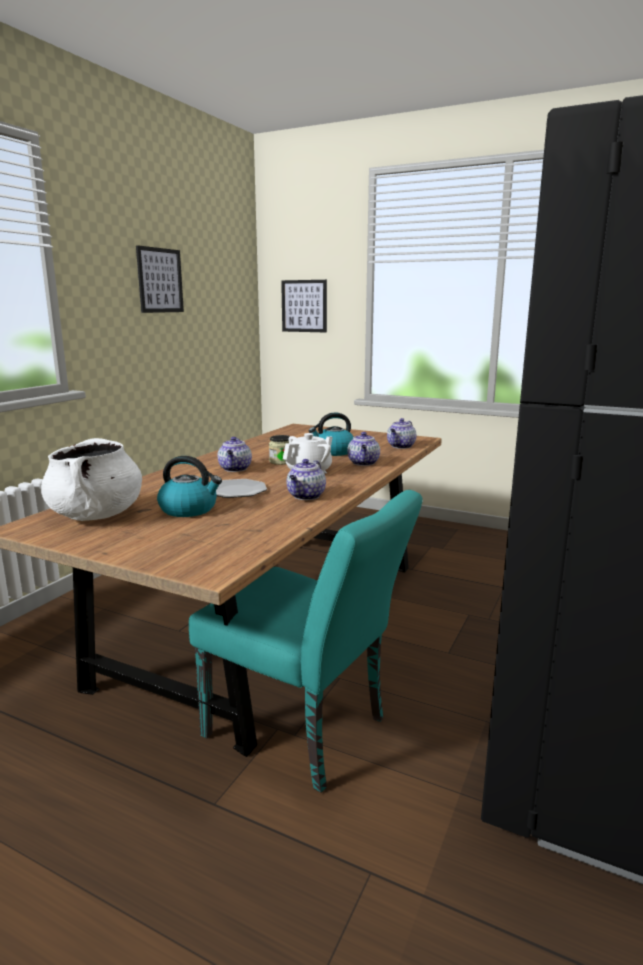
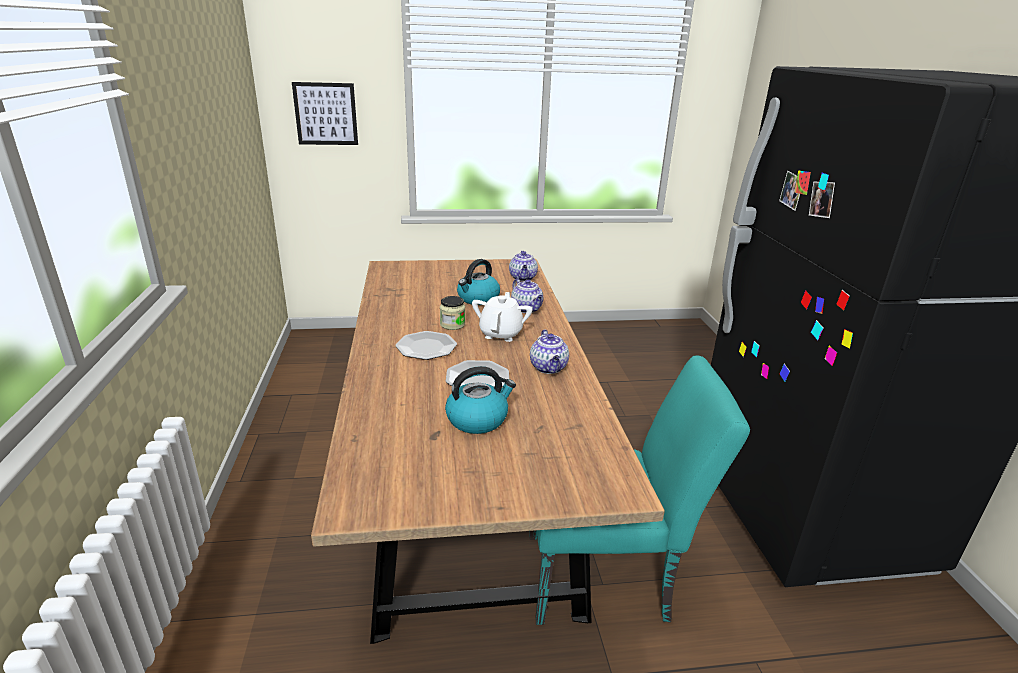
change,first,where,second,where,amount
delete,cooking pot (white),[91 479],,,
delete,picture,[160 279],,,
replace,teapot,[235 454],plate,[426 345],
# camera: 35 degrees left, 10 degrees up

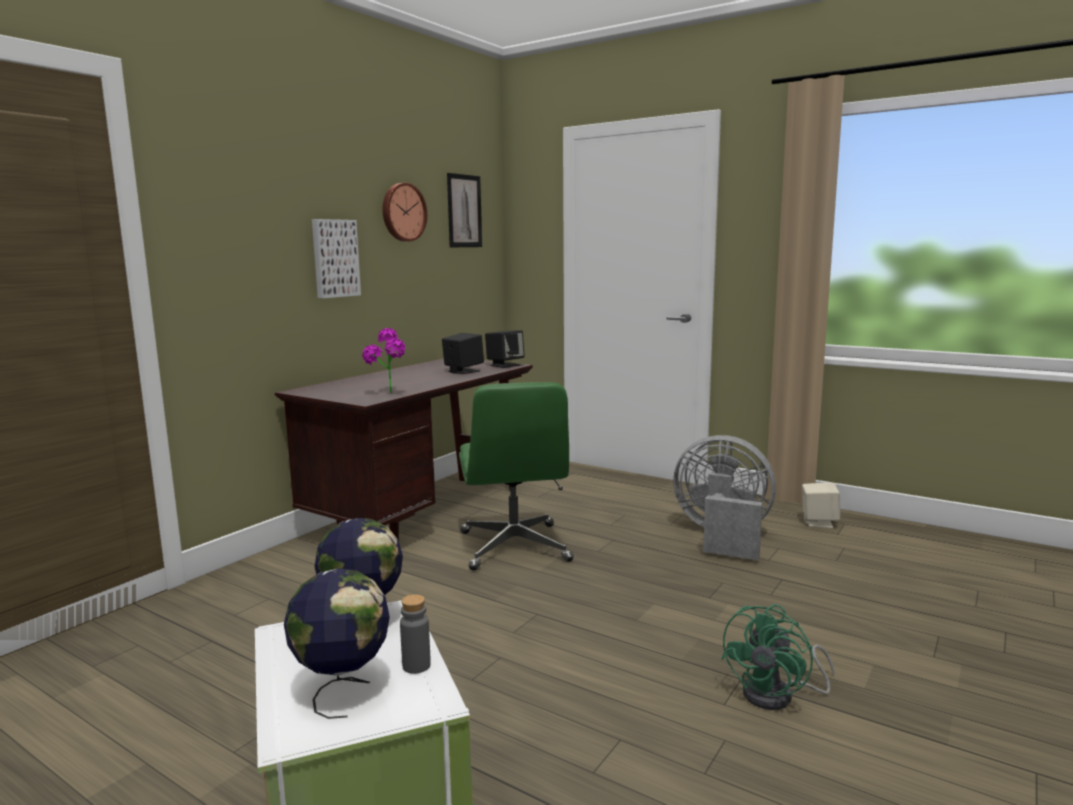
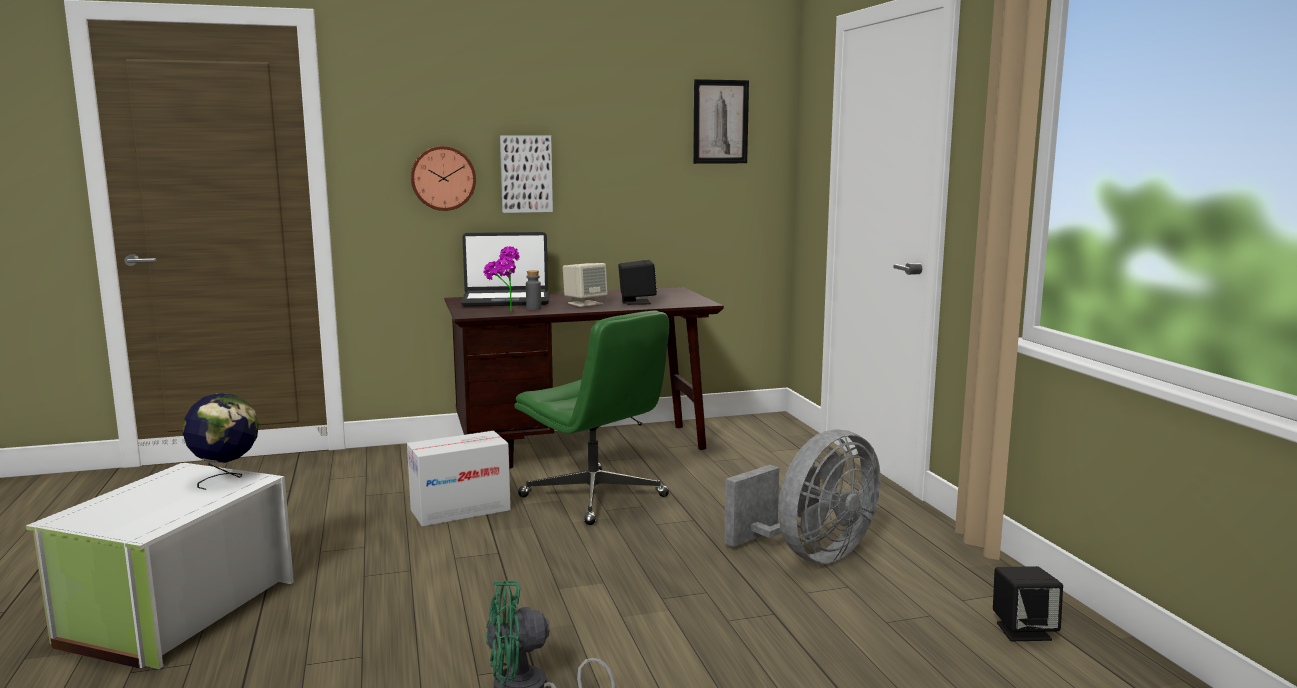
change,first,where,second,where,amount
delete,globe,[337 643],,,
insert,,,cardboard box,[459 479],
insert,,,laptop,[505 269],
move,wall clock,[405 212],,[443 178],
move,bottle (grey),[415 634],,[533 290],
move,speaker (black),[505 349],,[1028 603],
move,speaker (beige),[821 505],,[585 285],
rotate,office chair (green),[516 476],,[591 417],75 degrees counterclockwise
rotate,fan (grey),[724 497],,[802 496],75 degrees clockwise
# camera: 40 degrees right, 0 degrees up

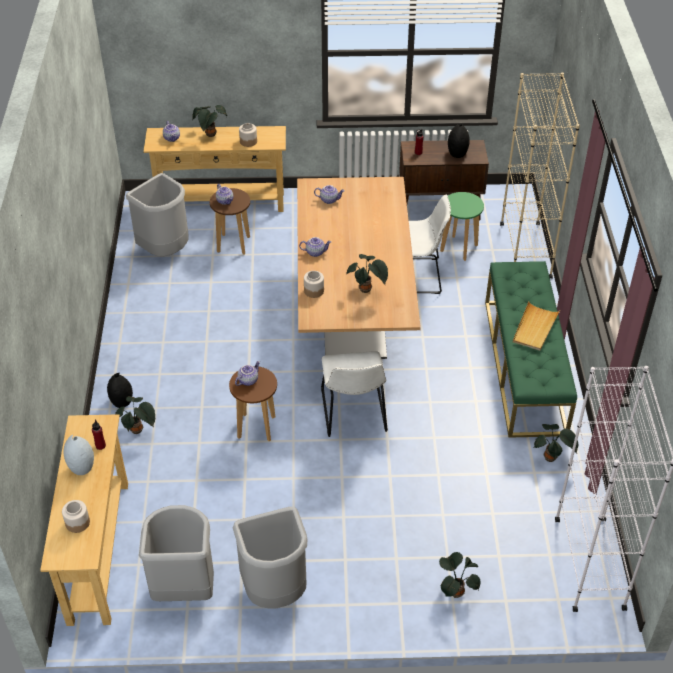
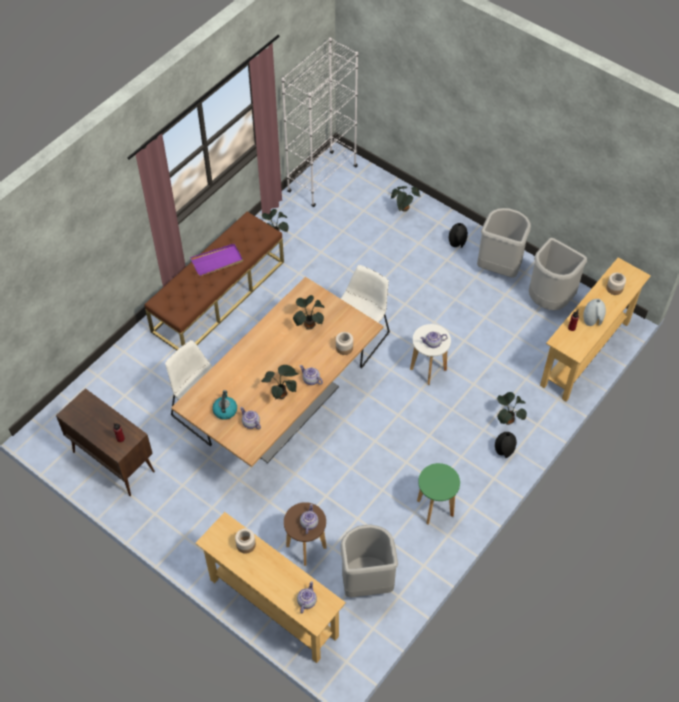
change,first,where,second,where,amount
delete,bookcase (beige),[540 175],,,
insert,,,kettle,[224 405],
move,potted plant,[209 121],,[280 382],
move,stool (green),[462 226],,[438 493],
move,vase (black),[459 141],,[458 235],
recolor,stool (brown),[253 403],stool (white),[430 354],
recolor,bench (green),[531 349],bench (brown),[214 280],
recolor,tray (beige),[536 326],tray (purple),[216 260],
# camera: 140 degrees left, 10 degrees up

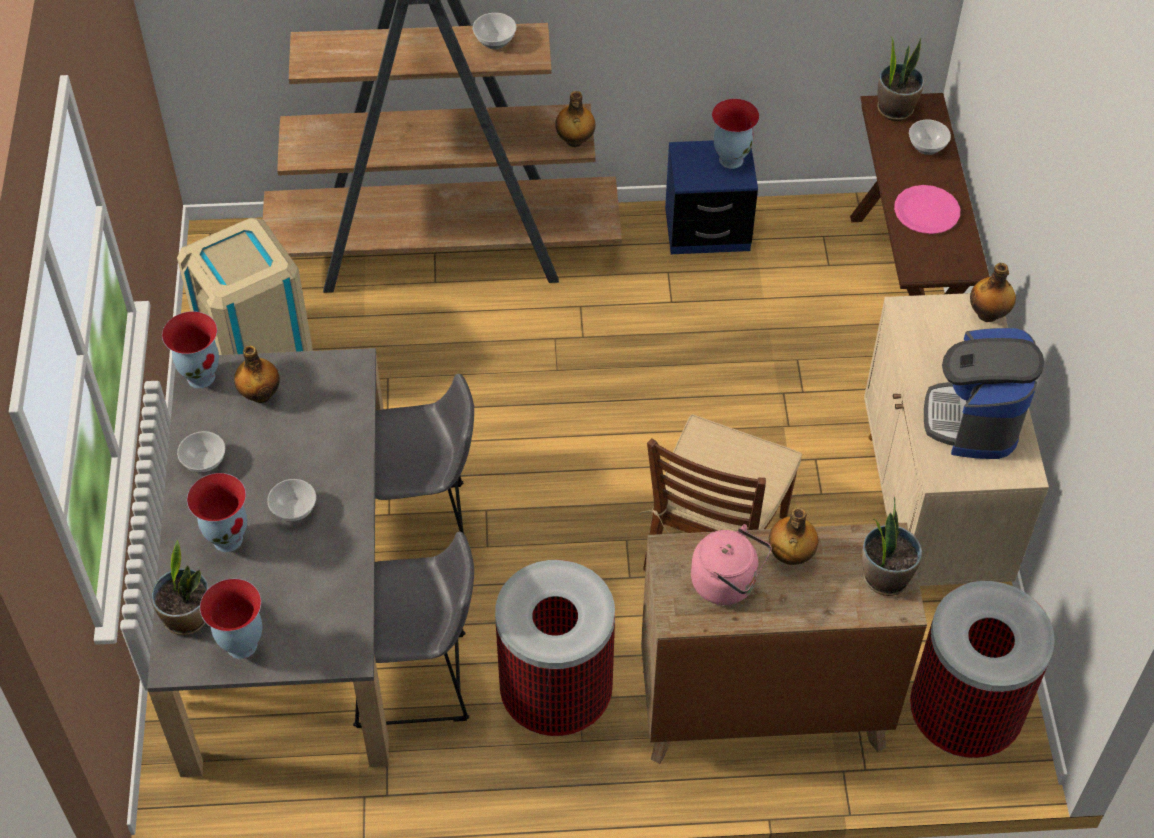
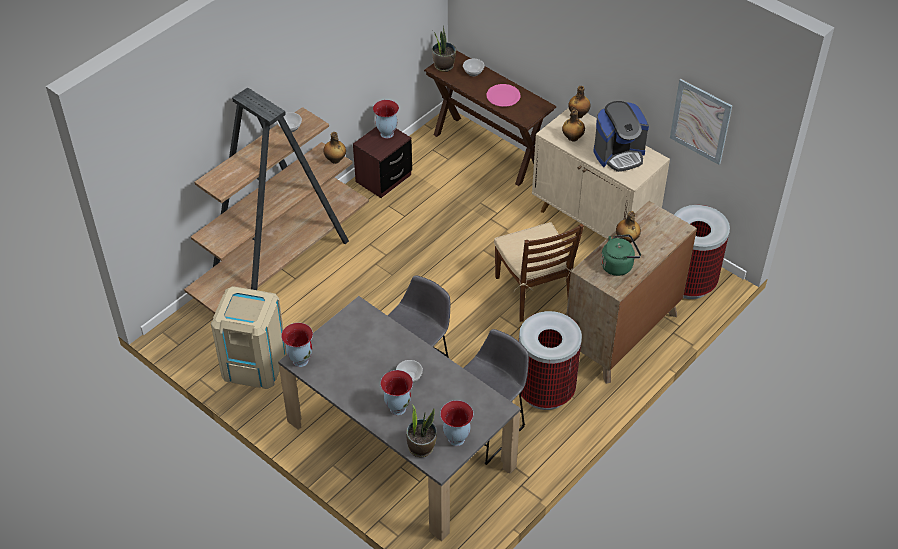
change,first,where,second,where,amount
delete,bowl,[201 452],,,
delete,potted plant,[892 546],,,
insert,,,picture,[701 122],
move,bottle,[257 374],,[573 126],
recolor,nightstand (blue),[711 197],nightstand (brown),[382 162],
recolor,kettle (pink),[731 564],kettle (green),[621 255],
rotate,coffee machine,[984 393],,[621 136],75 degrees counterclockwise
# camera: 45 degrees left, 5 degrees down

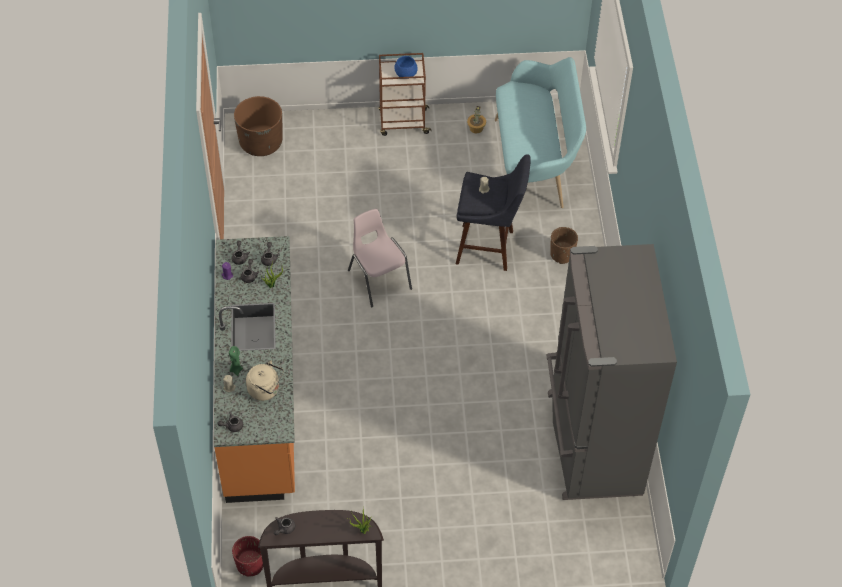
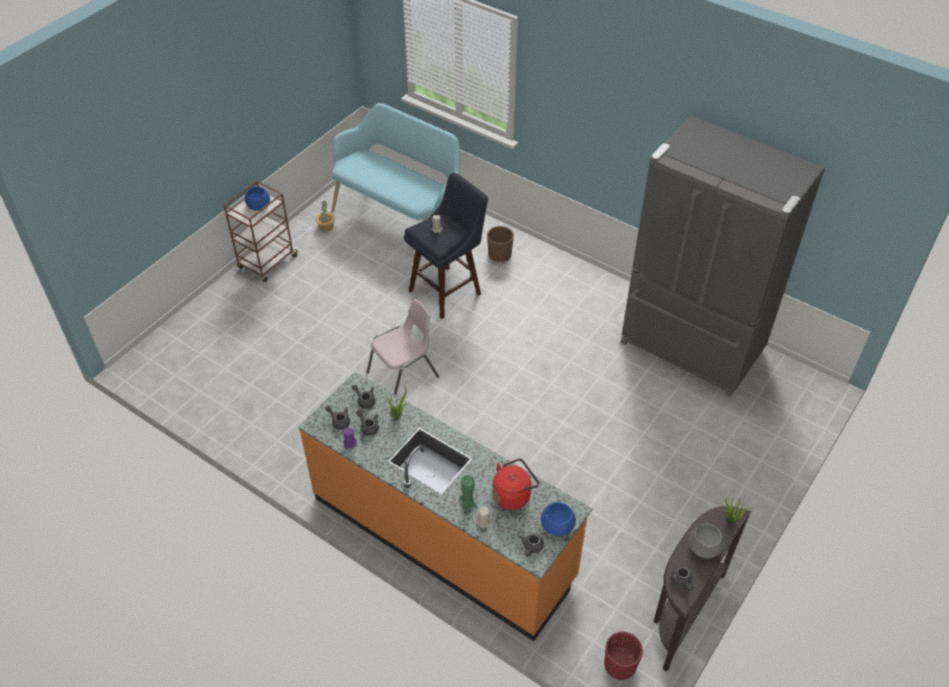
change,first,where,second,where,amount
delete,planter (brown),[258 126],,,
insert,,,bowl (blue),[558 519],
insert,,,bowl (grey),[706 540],
recolor,kettle (beige),[265 380],kettle (red),[515 484],
rotate,chair (pink),[380 258],,[403 347],135 degrees clockwise
# camera: 50 degrees left, 5 degrees down

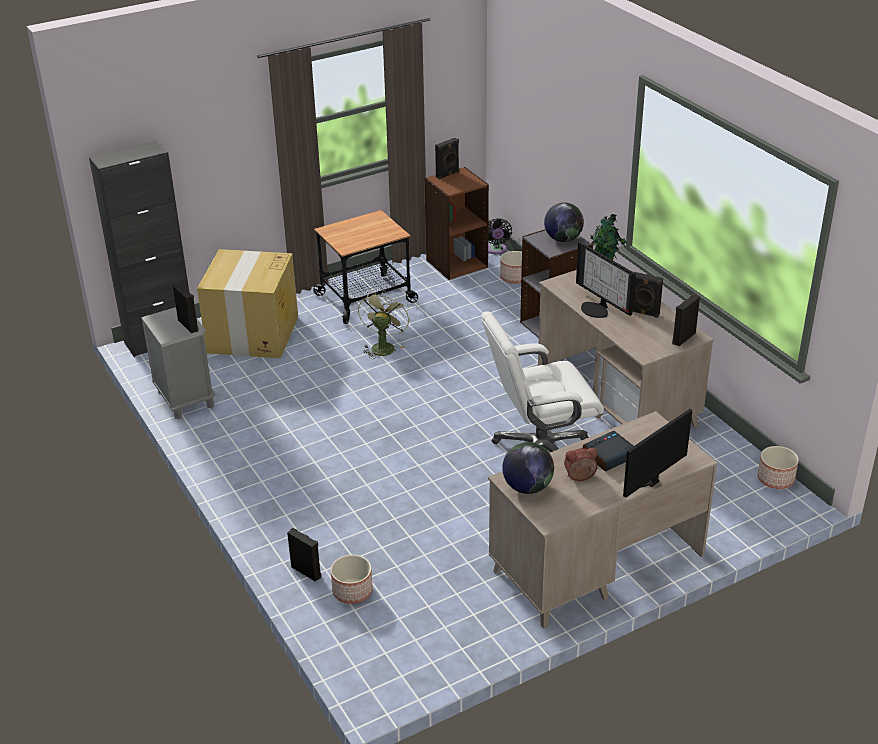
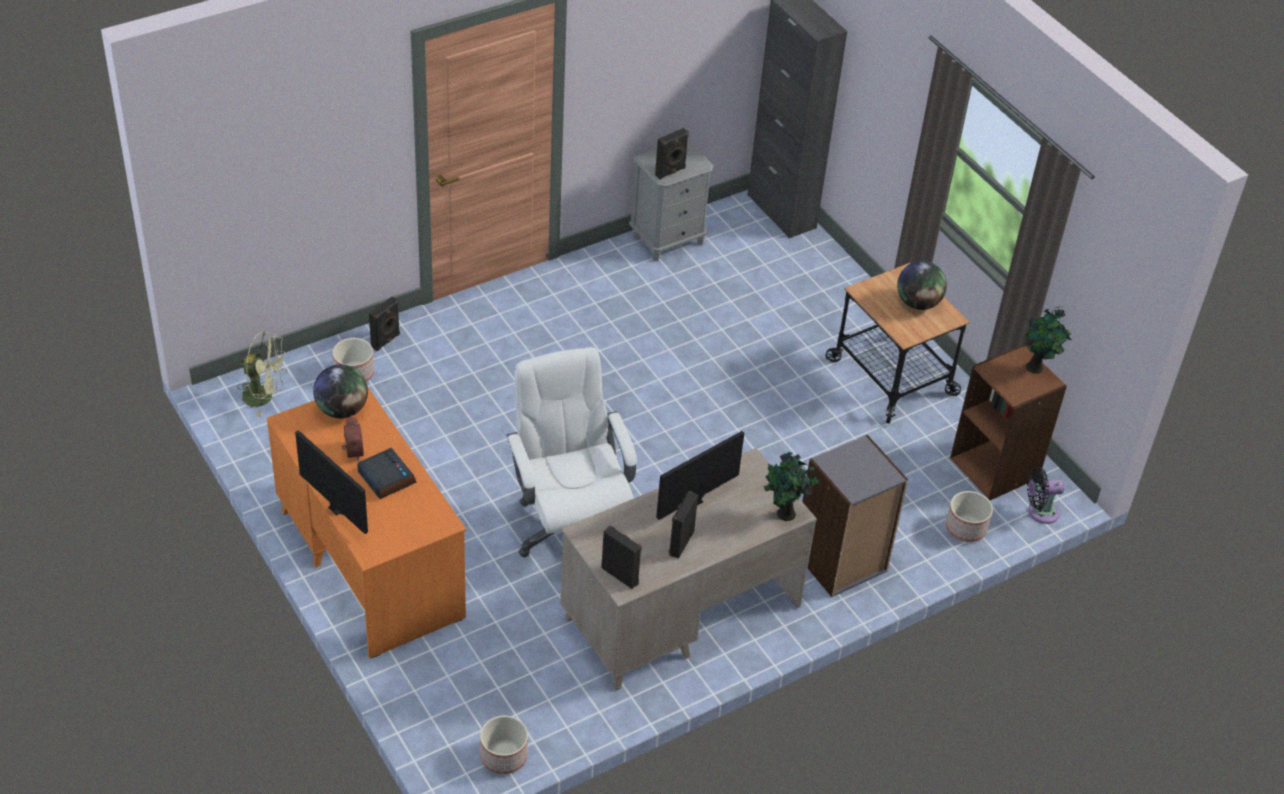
change,first,where,second,where,amount
delete,cardboard box,[247 304],,,
move,fan (green),[384 325],,[262 373],
move,globe,[564 222],,[922 285],
replace,speaker (black),[447 159],potted plant,[1047 340],
recolor,desk (beige),[603 519],desk (orange),[366 523],
# camera: 85 degrees right, 10 degrees up

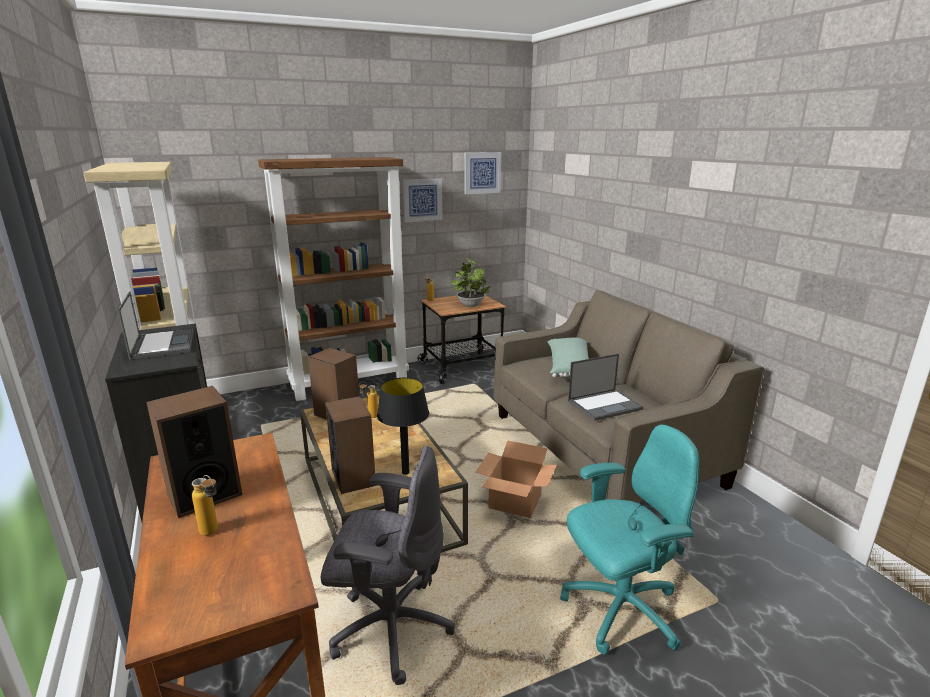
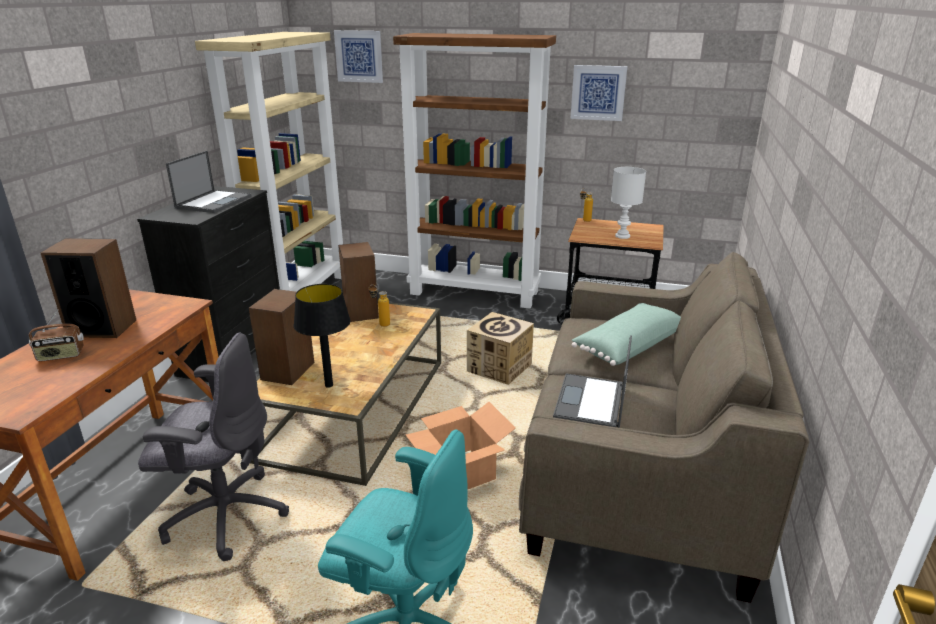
change,first,where,second,where,amount
insert,,,cardboard box,[500 348],
move,picture,[482 173],,[358 56],
replace,bottle,[205 505],radio,[56 335],
replace,potted plant,[470 282],table lamp (white),[628 203],
rotate,office chair (grey),[387 565],,[213 446],45 degrees counterclockwise
rotate,laptop,[606 387],,[592 381],90 degrees clockwise
# camera: 40 degrees right, 5 degrees up

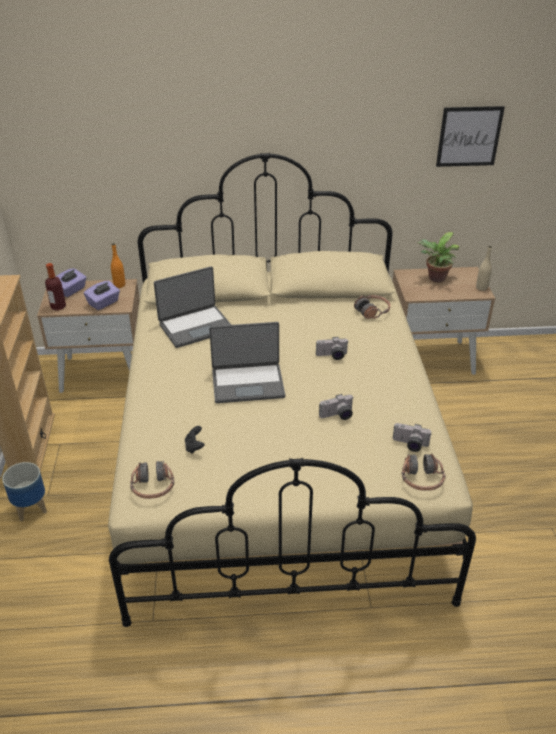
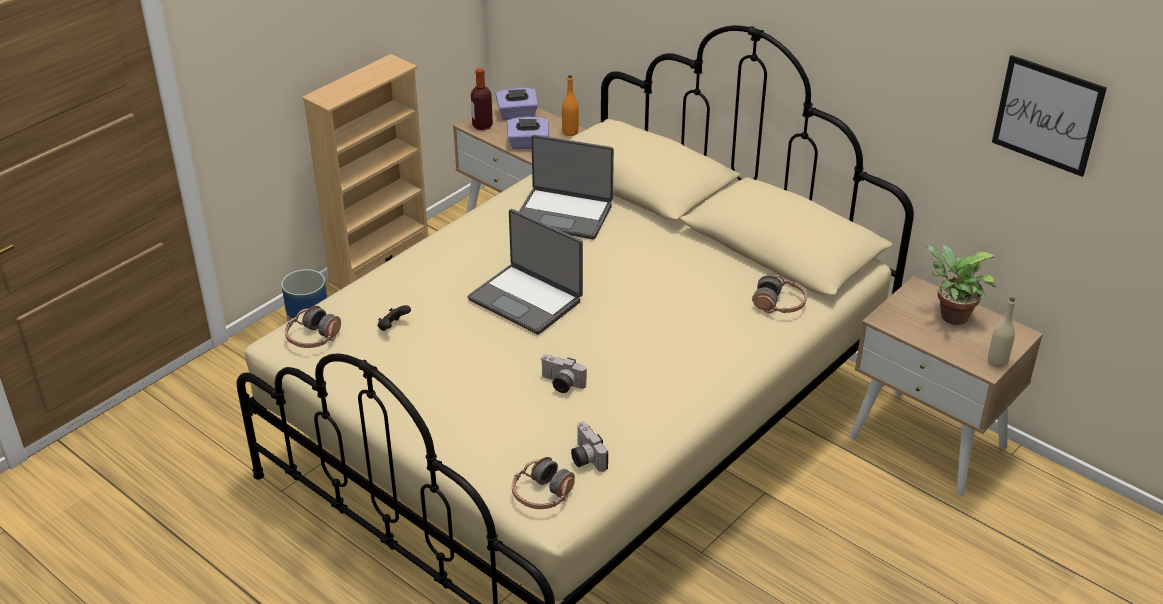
change,first,where,second,where,amount
delete,photo camera,[332 348],,,
# camera: 45 degrees right, 0 degrees up

